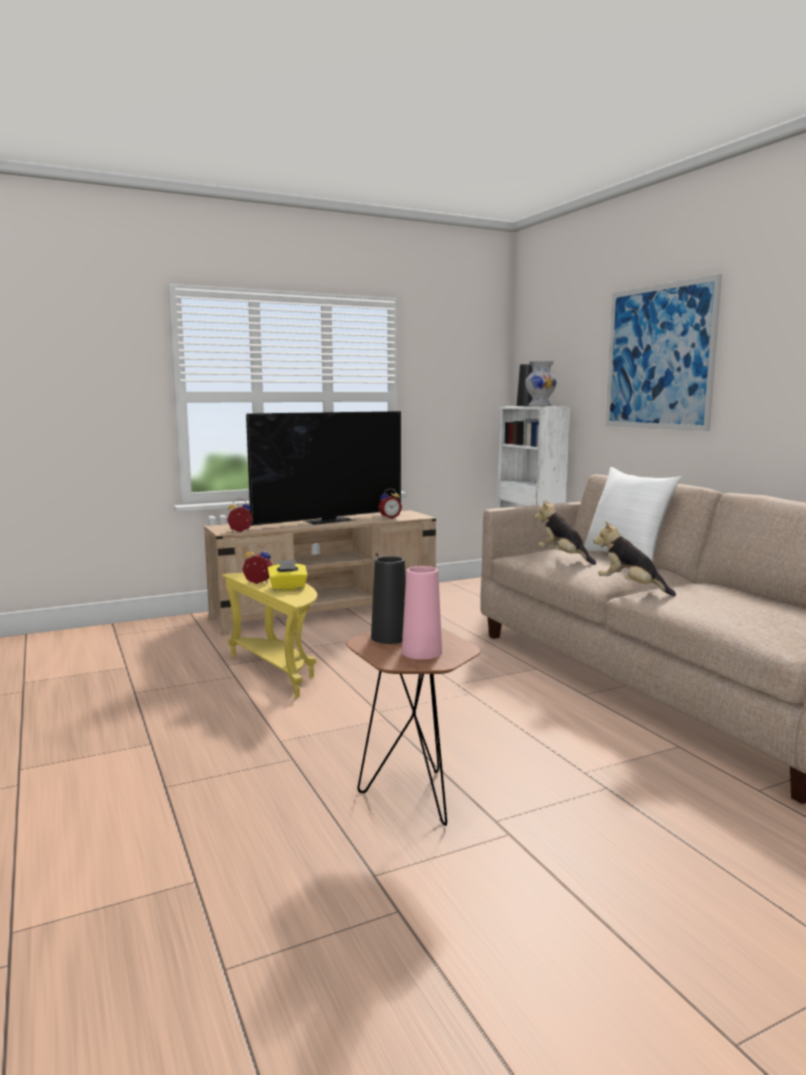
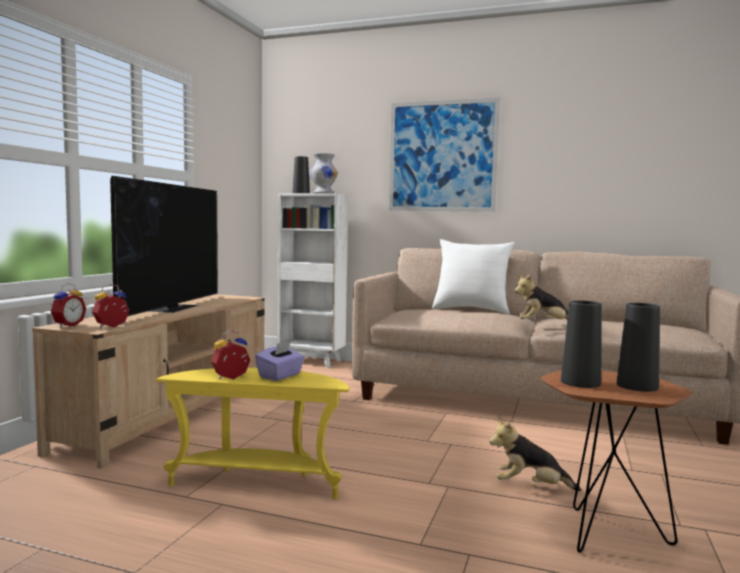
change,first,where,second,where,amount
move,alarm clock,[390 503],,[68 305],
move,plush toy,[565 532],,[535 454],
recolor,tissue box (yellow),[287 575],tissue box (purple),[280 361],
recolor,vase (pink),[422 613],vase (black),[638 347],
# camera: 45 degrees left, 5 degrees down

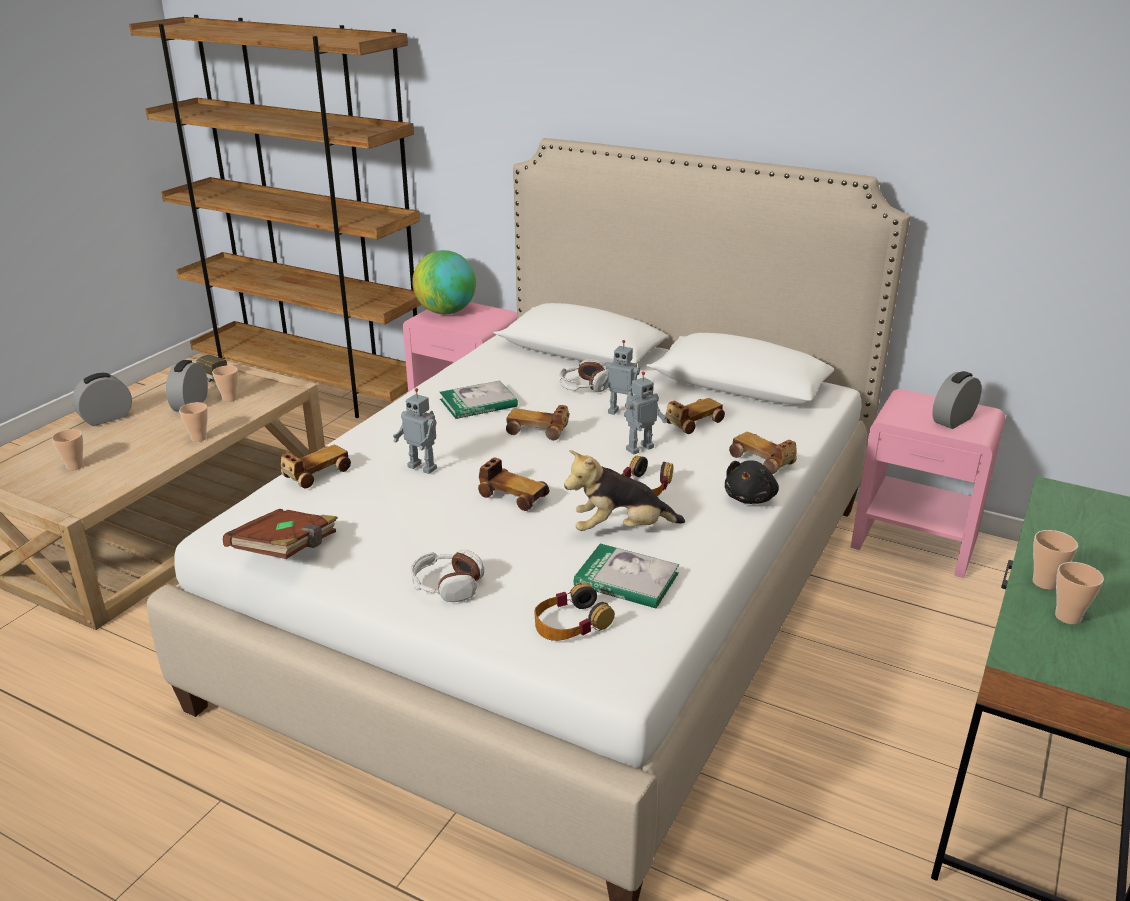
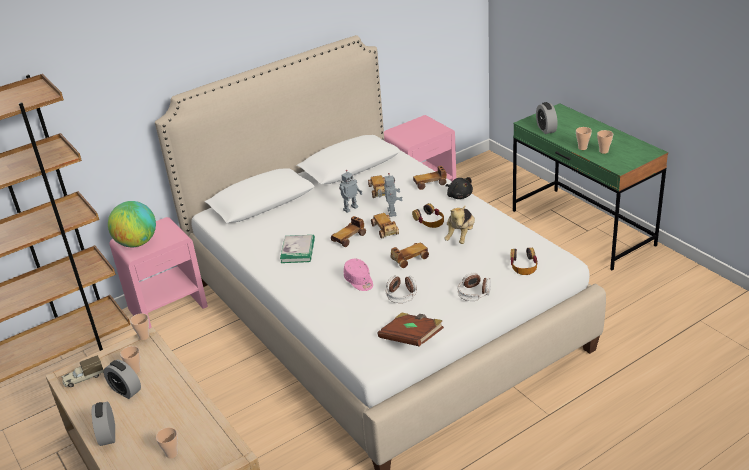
change,first,where,second,where,amount
delete,book,[626 576],,,
move,cup,[193 422],,[139 326],
move,toy car,[316 466],,[385 226],
move,headphones,[583 375],,[401 289],
move,alarm clock,[956 400],,[547 118],
replace,toy robot,[415 431],cap (pink),[358 275],
# camera: 60 degrees left, 5 degrees up

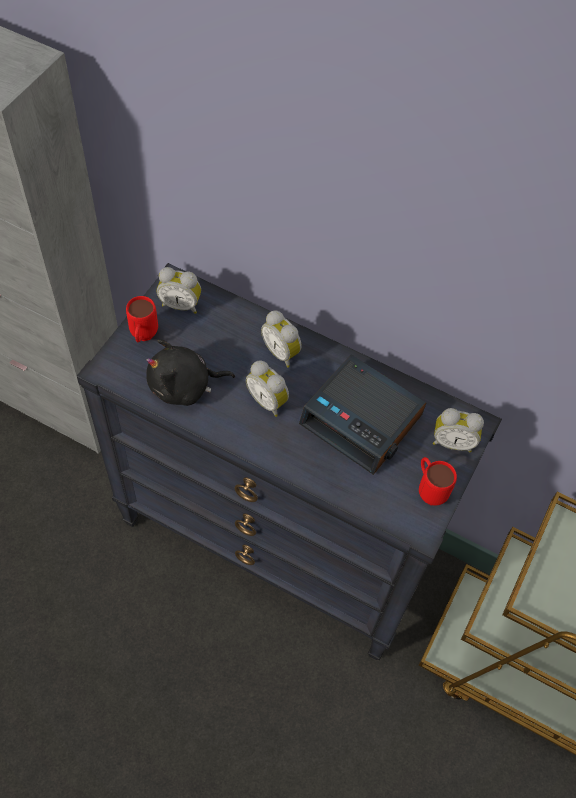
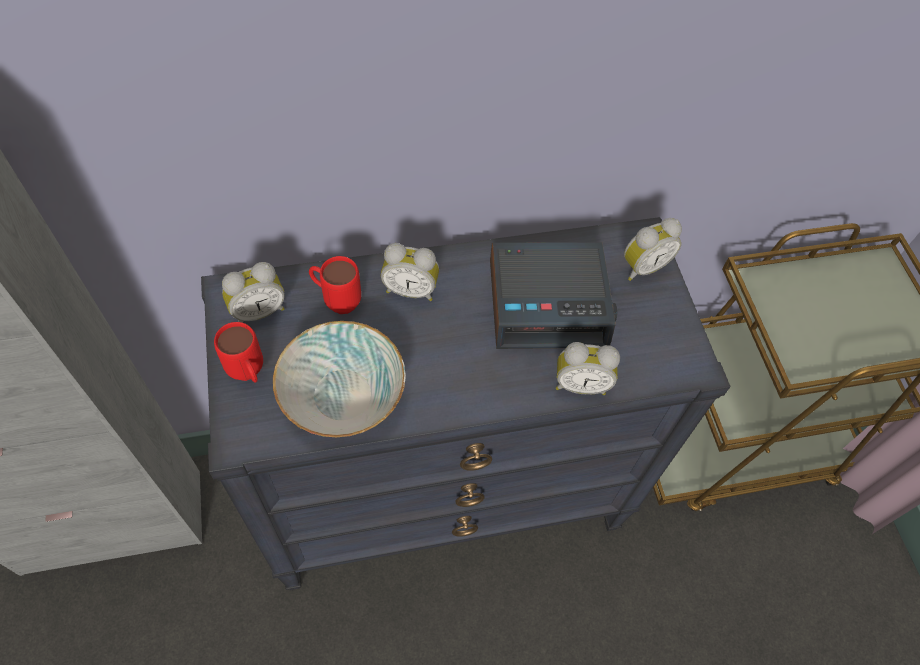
change,first,where,second,where,amount
move,alarm clock,[267 388],,[588 368],
move,mug (red),[438 481],,[335 285],
replace,plush toy (black),[190 372],bowl,[339 379],
# camera: 40 degrees left, 0 degrees up

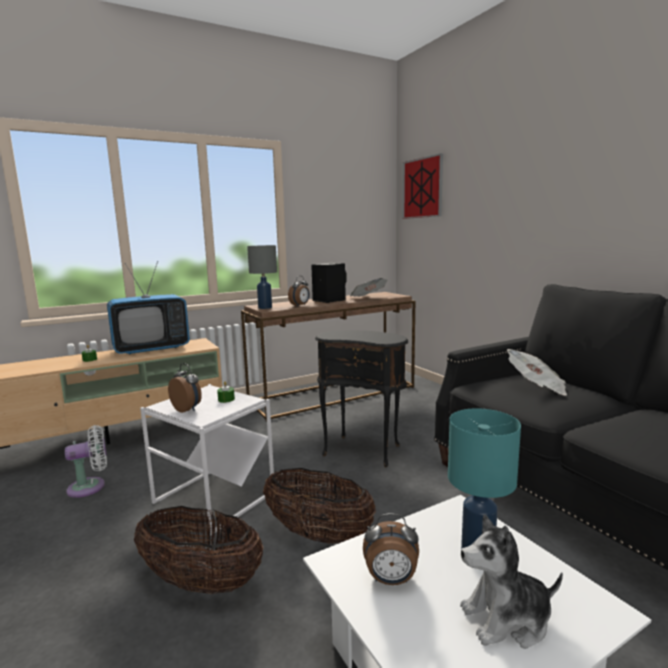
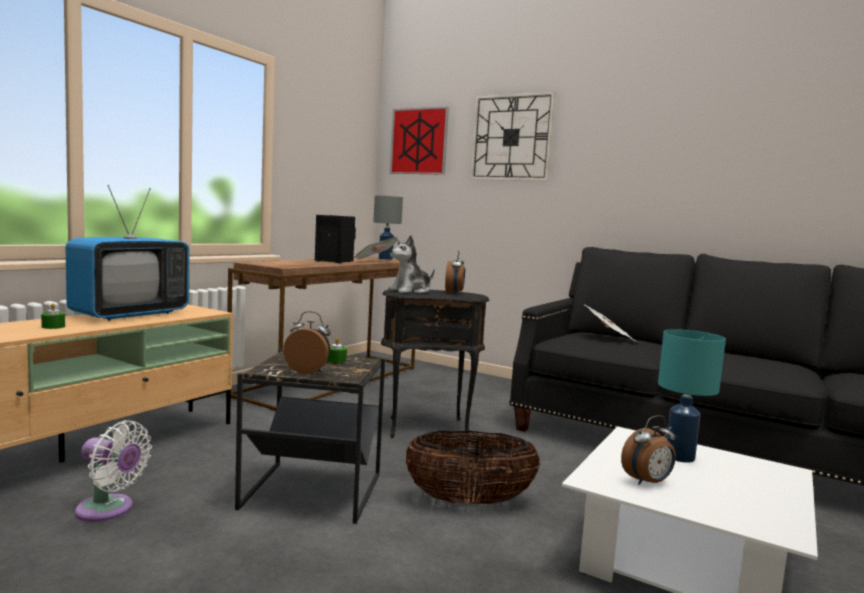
change,first,where,second,where,amount
delete,basket,[198 550],,,
insert,,,wall clock,[513 136],
move,table lamp (grey),[262 277],,[388 227],
move,alarm clock,[299 291],,[455 273],
move,plush toy,[511 581],,[411 264],
recolor,side table (white),[207 459],side table (black),[310 437],
rotate,fan (white),[86 461],,[113 471],75 degrees clockwise
# camera: 30 degrees left, 5 degrees down

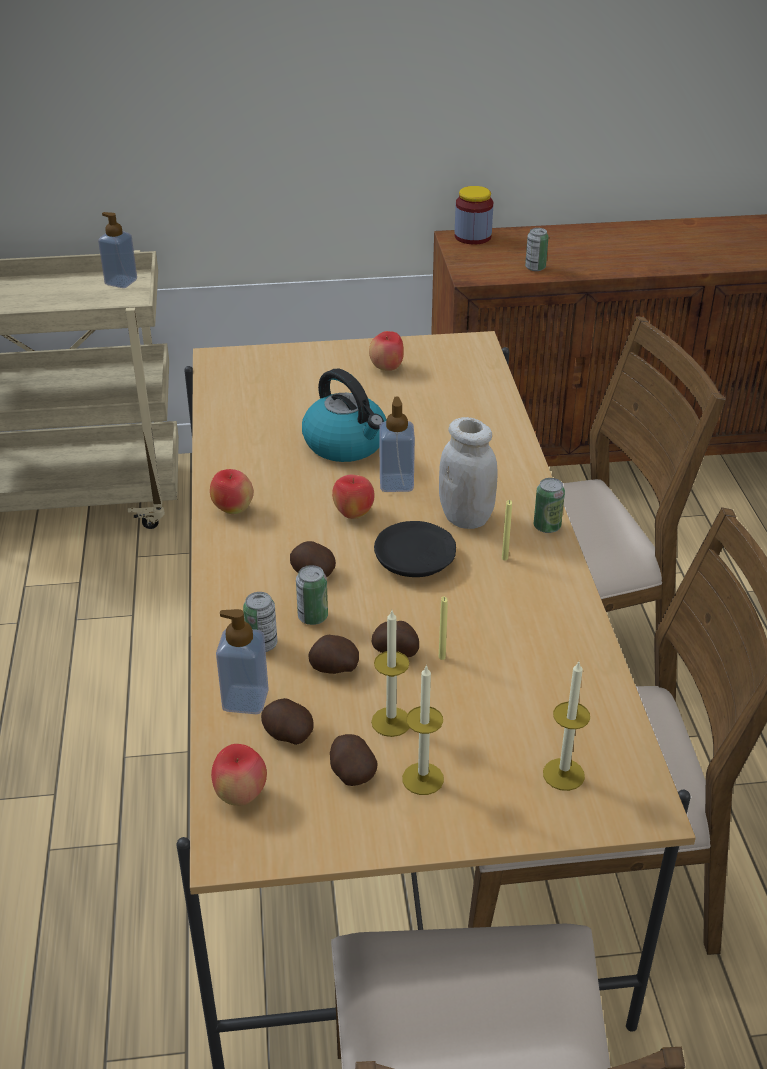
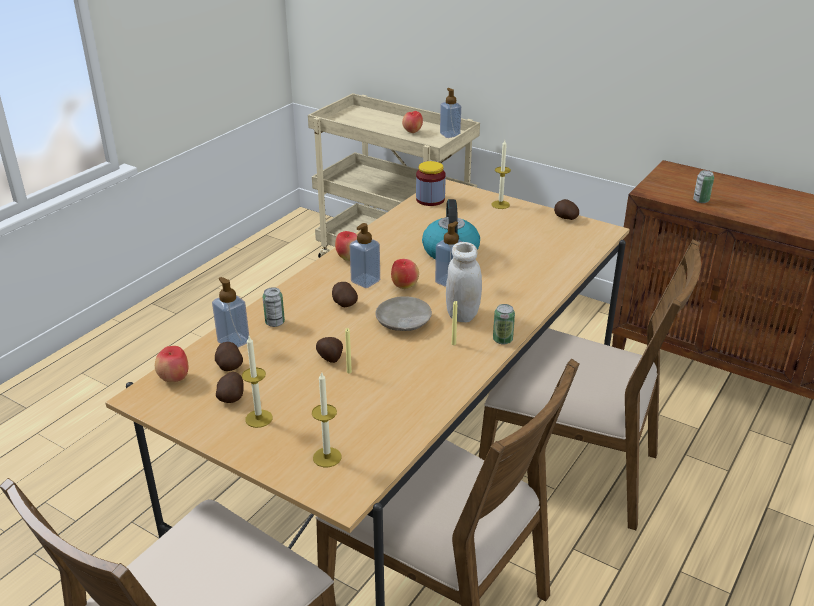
change,first,where,second,where,amount
delete,can,[312 595],,,
insert,,,soap dispenser,[364 255],
move,potato,[333 654],,[566 209],
move,apple,[386 351],,[412 122],
move,candle,[390 674],,[501 174],
move,jar,[474 215],,[431 183],
recolor,plate (black),[415 549],plate (beige),[403 313],
# camera: 40 degrees right, 5 degrees down

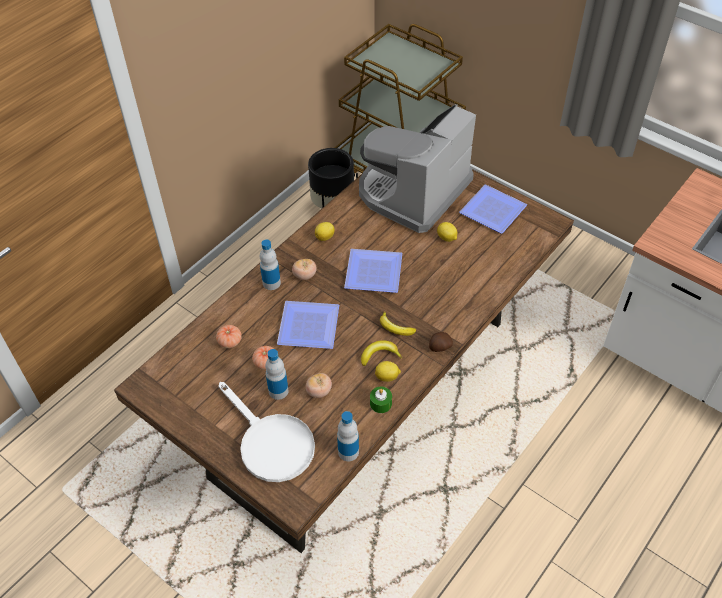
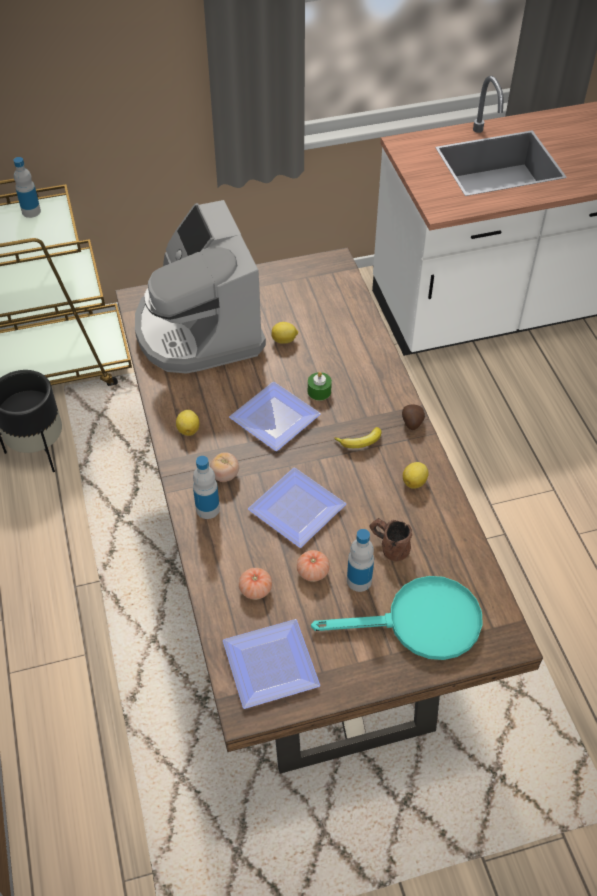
change,first,where,second,where,amount
delete,banana,[381 353],,,
move,bottle,[348 436],,[27 187],
move,candle (green),[381 400],,[320 386],
move,plate,[493 209],,[271 664],
replace,tomato,[319 385],mug (brown),[391 539],
recolor,frying pan (white),[267 432],frying pan (turquoise),[397 618],
# camera: 55 degrees left, 0 degrees up

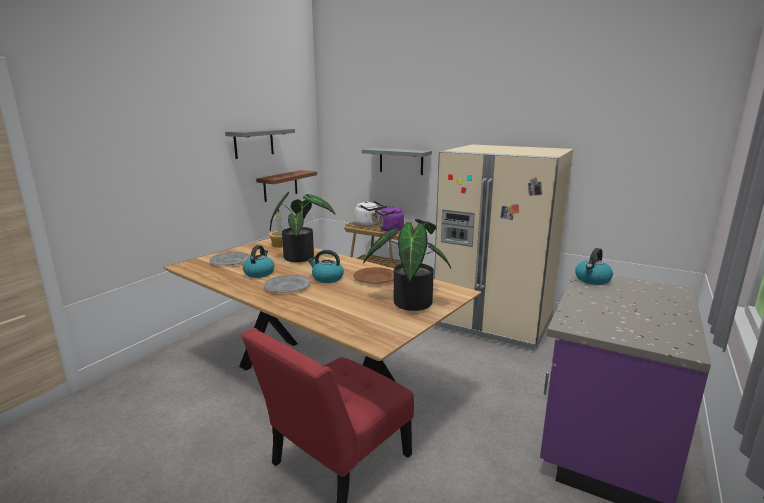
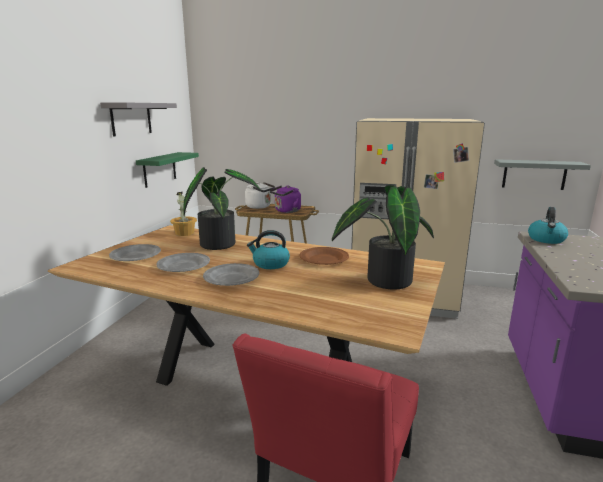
change,first,where,second,where,amount
move,shelf (grey),[397 161],,[542 174],
replace,kettle,[258 261],plate (grey),[183 262],
recolor,shelf (brown),[286 186],shelf (green),[167 170],
# camera: 15 degrees left, 0 degrees up

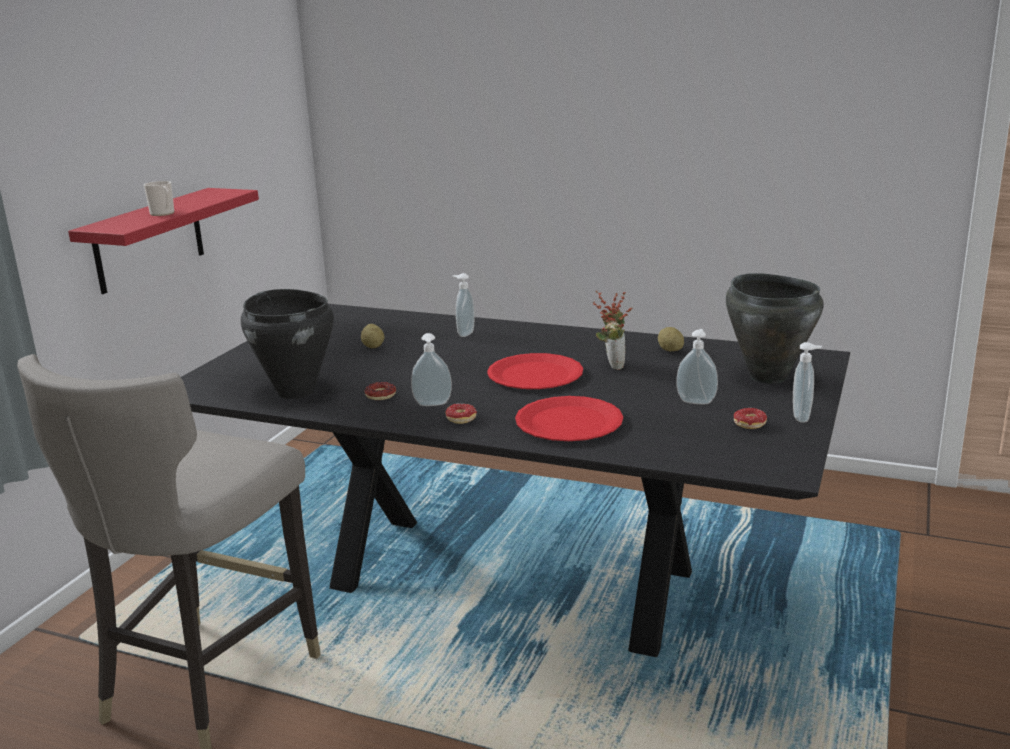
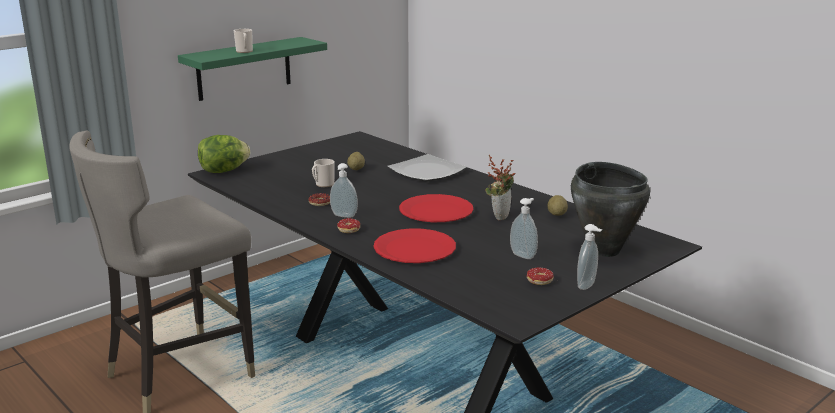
change,first,where,second,where,amount
delete,cooking pot (black),[287 344],,,
insert,,,lettuce,[224 154],
insert,,,mug,[323 173],
replace,soap dispenser,[464 305],plate,[427 167],
recolor,shelf (red),[163 241],shelf (green),[252 69],
# camera: 25 degrees right, 0 degrees up

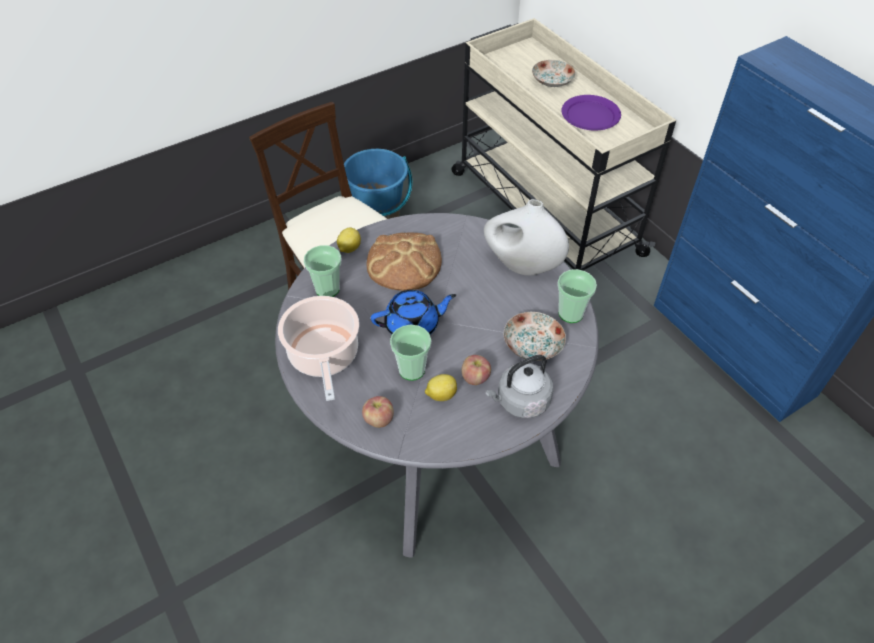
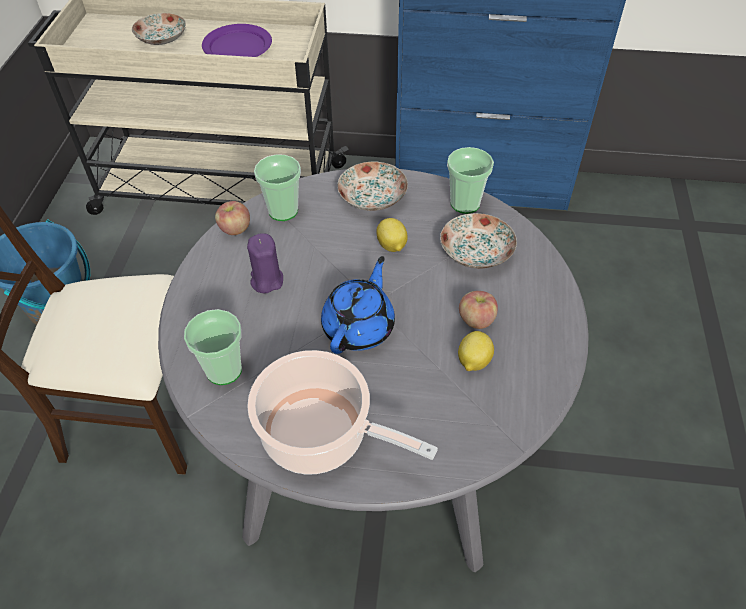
change,first,where,second,where,amount
delete,kettle (grey),[519 386],,,
move,lemon,[349 240],,[392 235],
move,apple,[378 412],,[232 218],
move,cup,[410 353],,[277 187],
replace,bread,[404 261],candle (purple),[265 263],
replace,vase (white),[526 237],plate,[372 186],
# camera: 50 degrees left, 0 degrees up

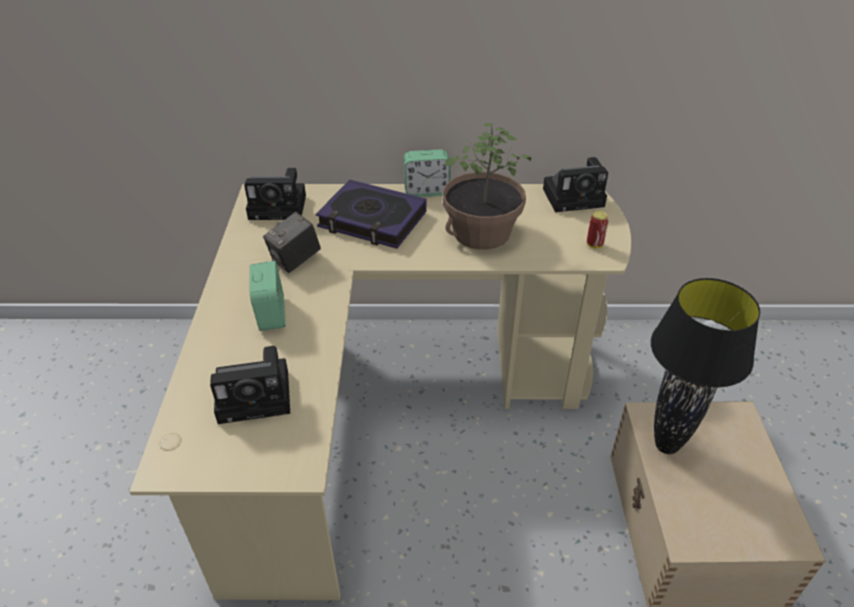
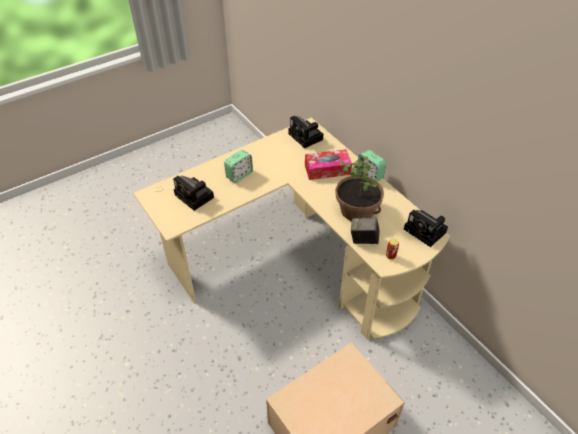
change,first,where,second,where,amount
delete,table lamp (black),[705 366],,,
move,photo camera,[292 242],,[365 230],
replace,book,[371 214],tissue box,[328 164],
# camera: 55 degrees right, 5 degrees up

